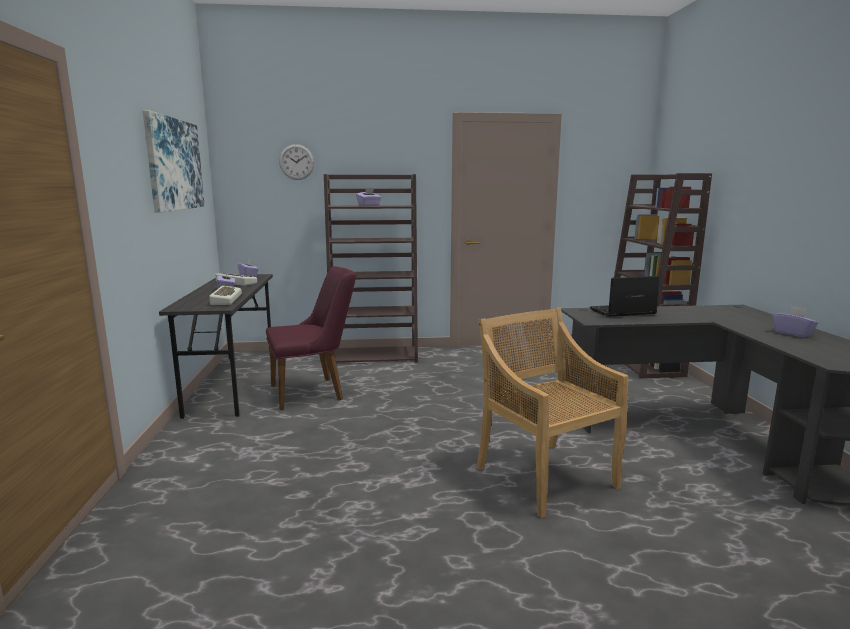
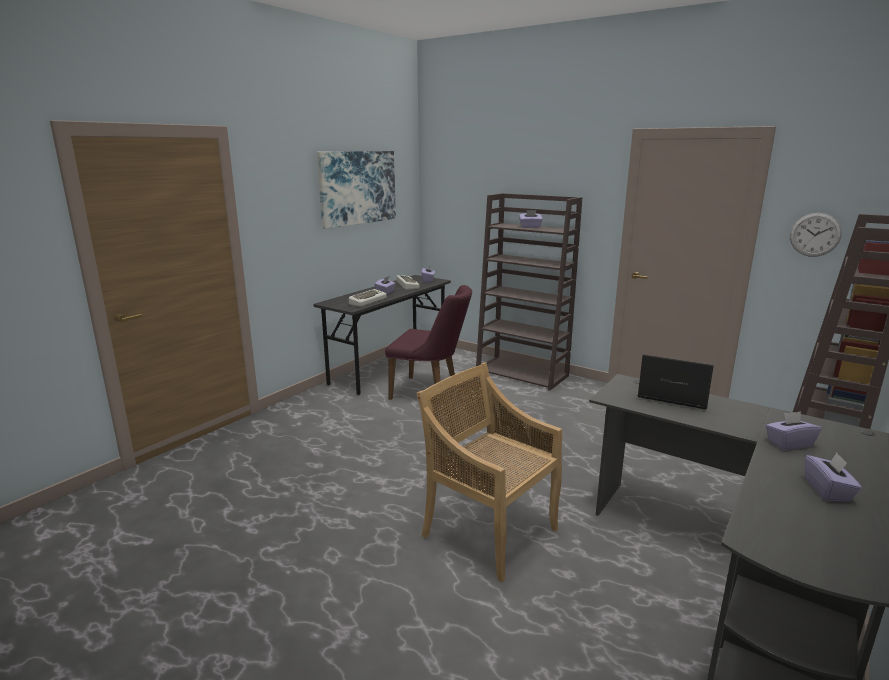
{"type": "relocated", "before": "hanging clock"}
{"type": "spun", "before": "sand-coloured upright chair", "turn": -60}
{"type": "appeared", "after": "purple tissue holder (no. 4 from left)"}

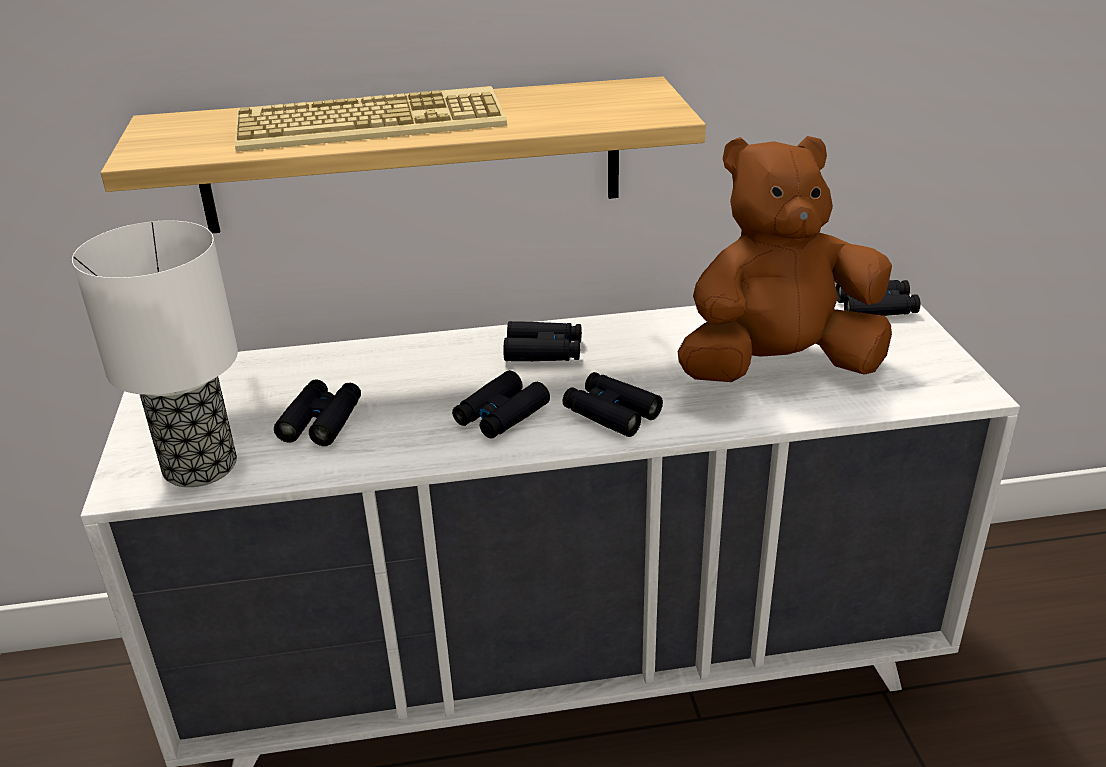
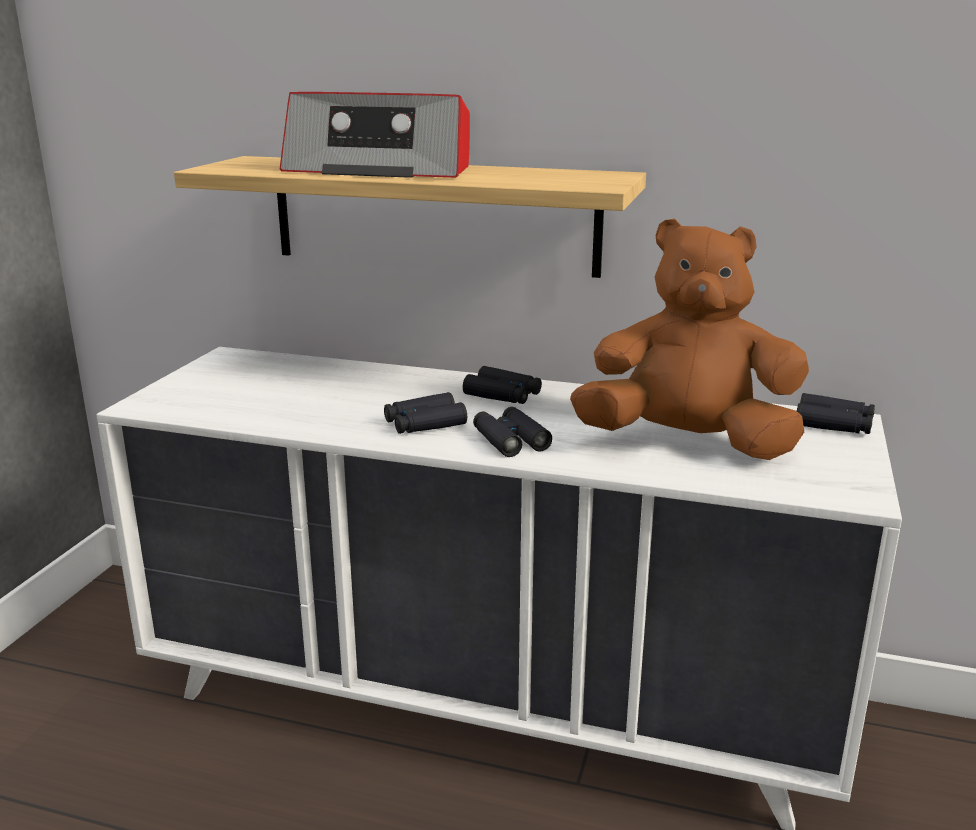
{"type": "exchanged", "before": "keyboard", "after": "radio receiver"}
{"type": "missing", "before": "tabletop lamp"}
{"type": "missing", "before": "blackish field glasses (no. 1 from left)"}

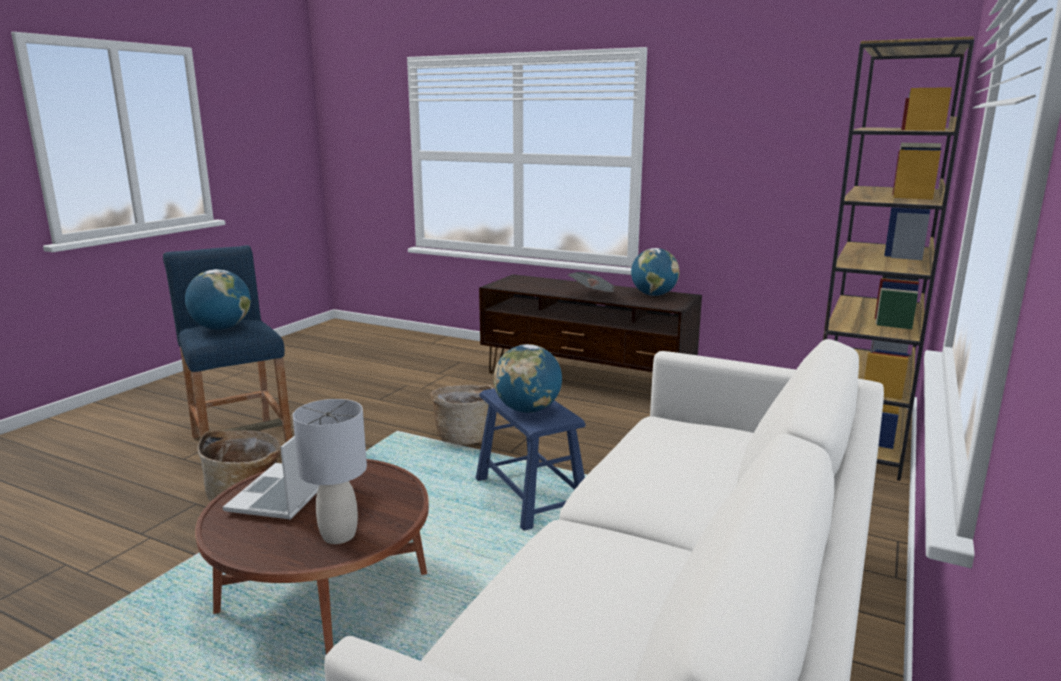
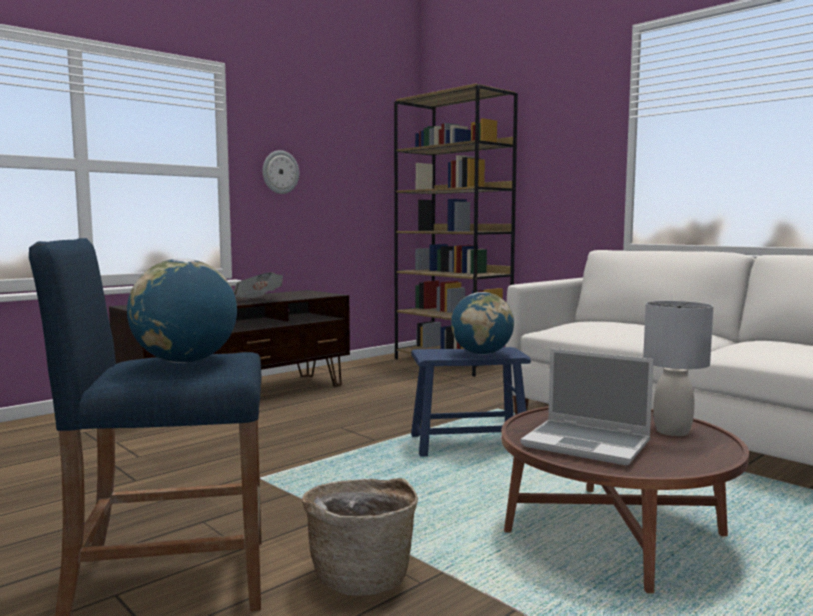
{"type": "missing", "before": "desk globe (no. 3 from left)"}
{"type": "missing", "before": "basket (no. 2 from left)"}
{"type": "appeared", "after": "hanging clock"}

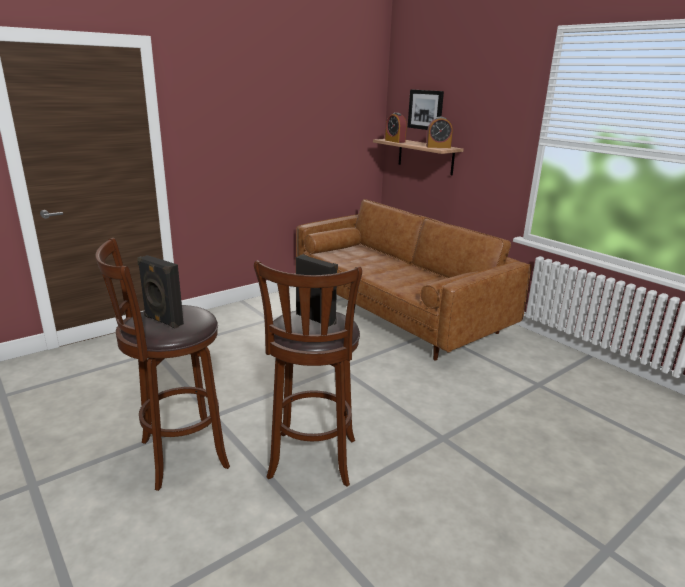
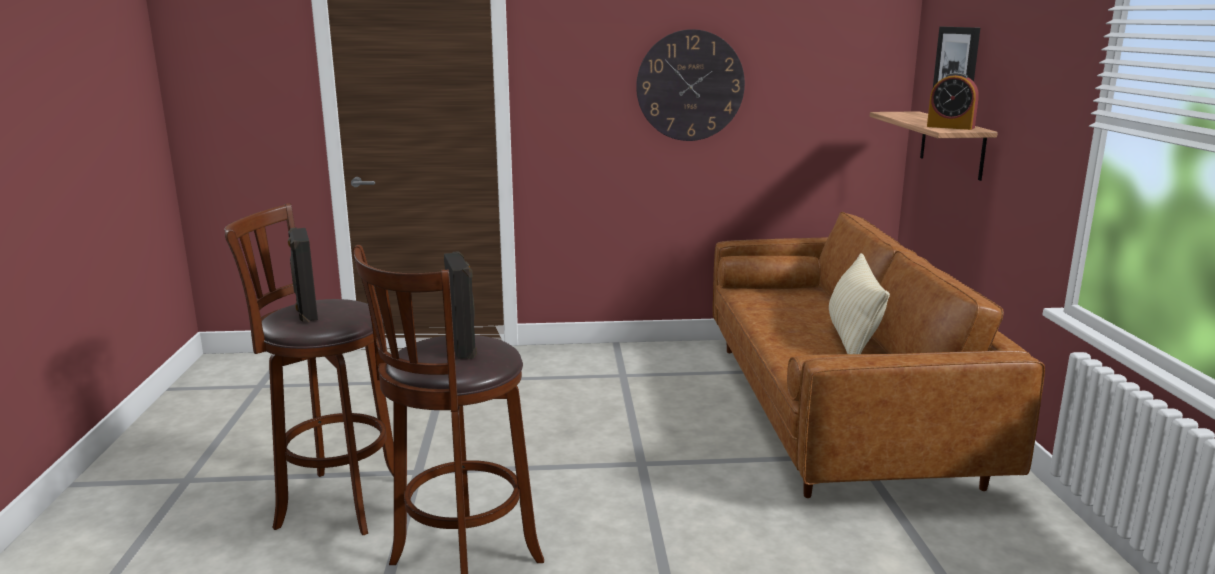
{"type": "missing", "before": "bedside clock (no. 1 from left)"}
{"type": "appeared", "after": "hanging clock"}
{"type": "appeared", "after": "sand-coloured throw pillow"}

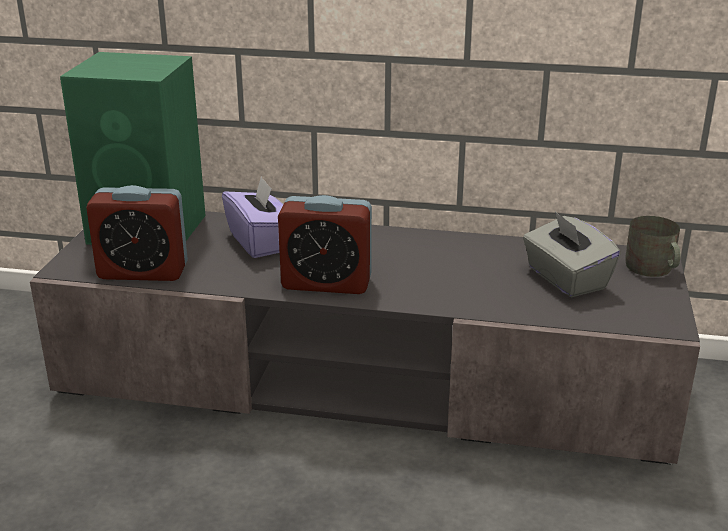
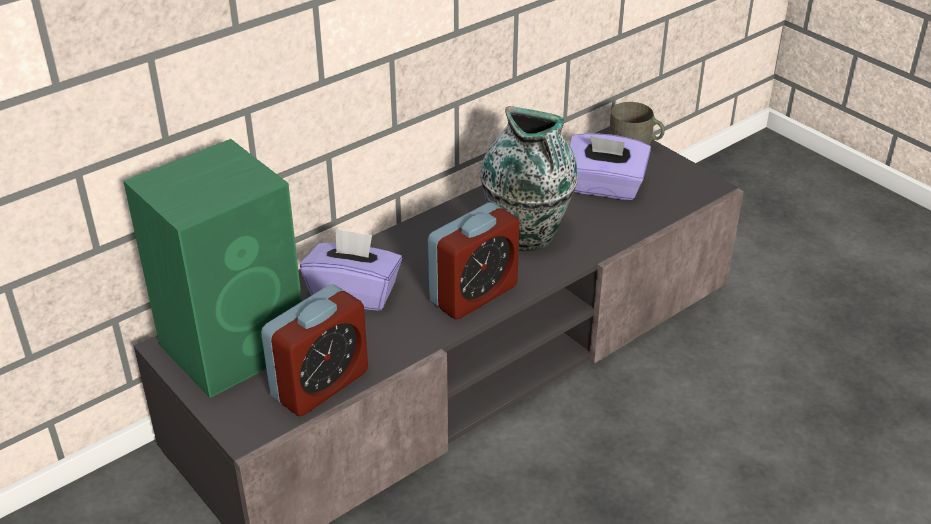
{"type": "colour", "before": "grey tissue holder", "after": "purple tissue holder (no. 2 from left)"}
{"type": "appeared", "after": "decorative vase"}

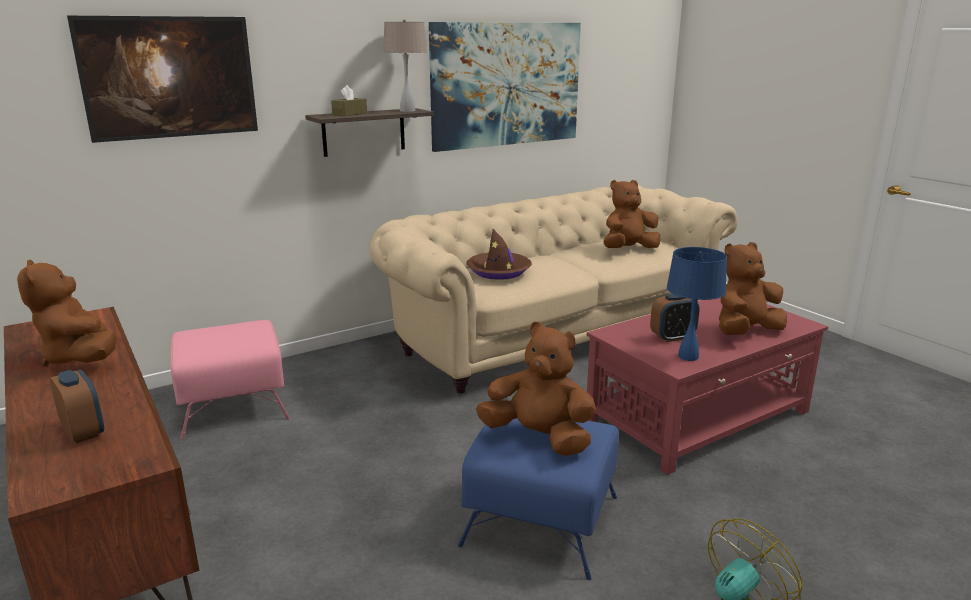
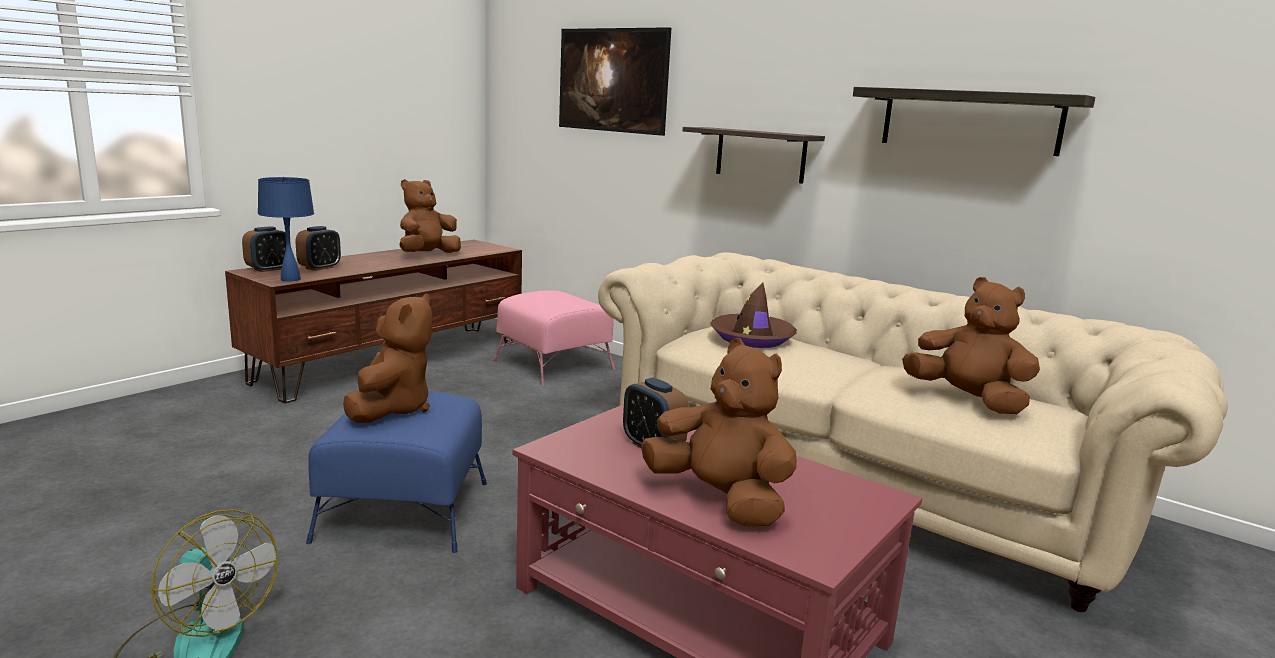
{"type": "missing", "before": "sand-coloured tabletop lamp"}
{"type": "exchanged", "before": "wall art (no. 2 from left)", "after": "shelf (no. 2 from left)"}
{"type": "missing", "before": "brown tissue holder"}
{"type": "relocated", "before": "bluish tabletop lamp"}
{"type": "appeared", "after": "bedside clock (no. 1 from left)"}

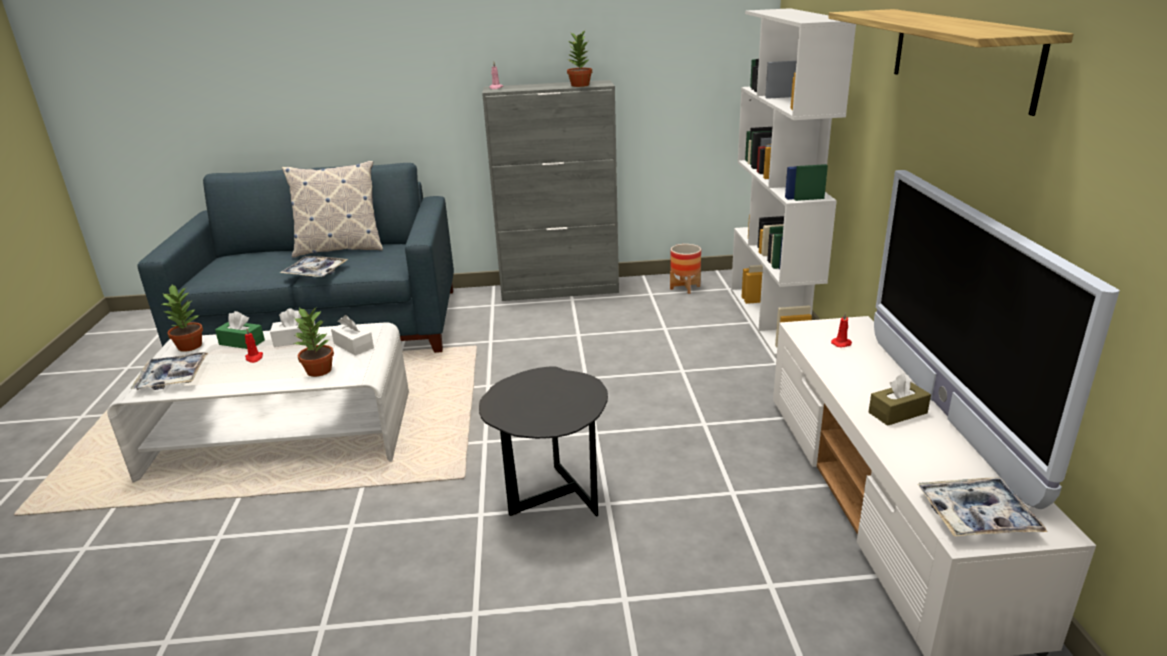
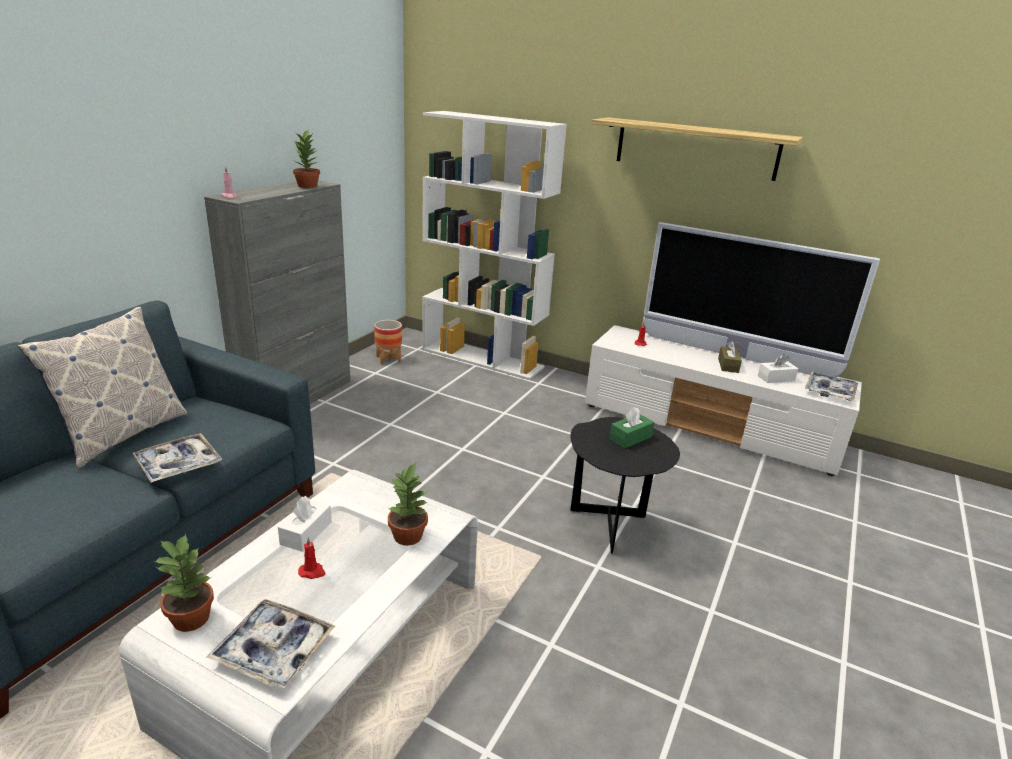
{"type": "relocated", "before": "green tissue holder"}
{"type": "relocated", "before": "white tissue holder (no. 2 from left)"}

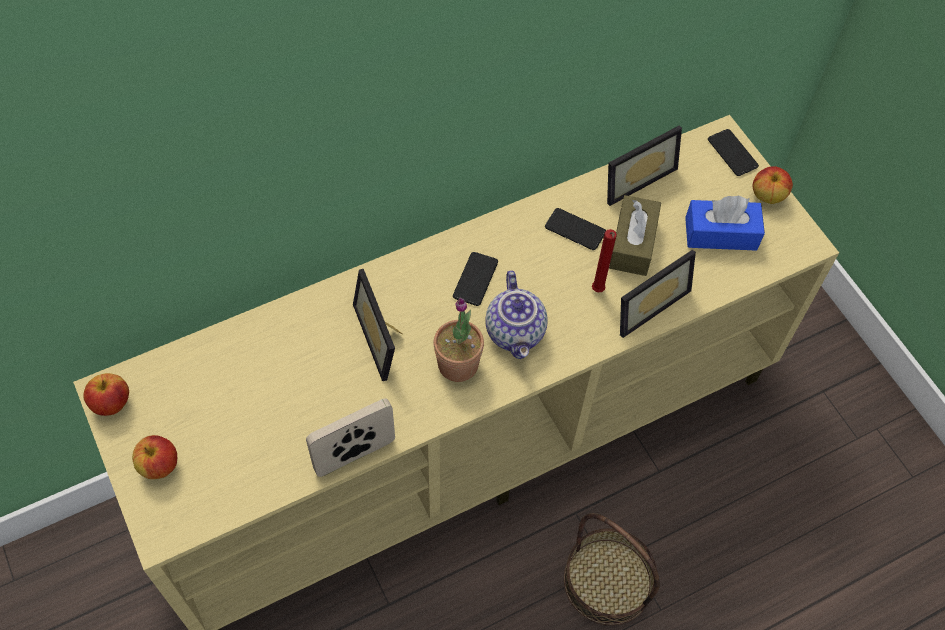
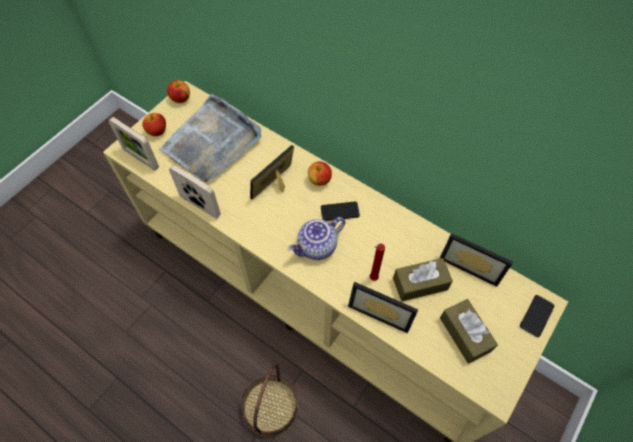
{"type": "relocated", "before": "apple fruit (no. 3 from left)"}
{"type": "colour", "before": "bluish tissue holder", "after": "brown tissue holder (no. 2 from left)"}
{"type": "missing", "before": "phone (no. 2 from left)"}
{"type": "missing", "before": "plant in a pot"}
{"type": "appeared", "after": "grey tray"}
{"type": "appeared", "after": "picture frame (no. 1 from left)"}

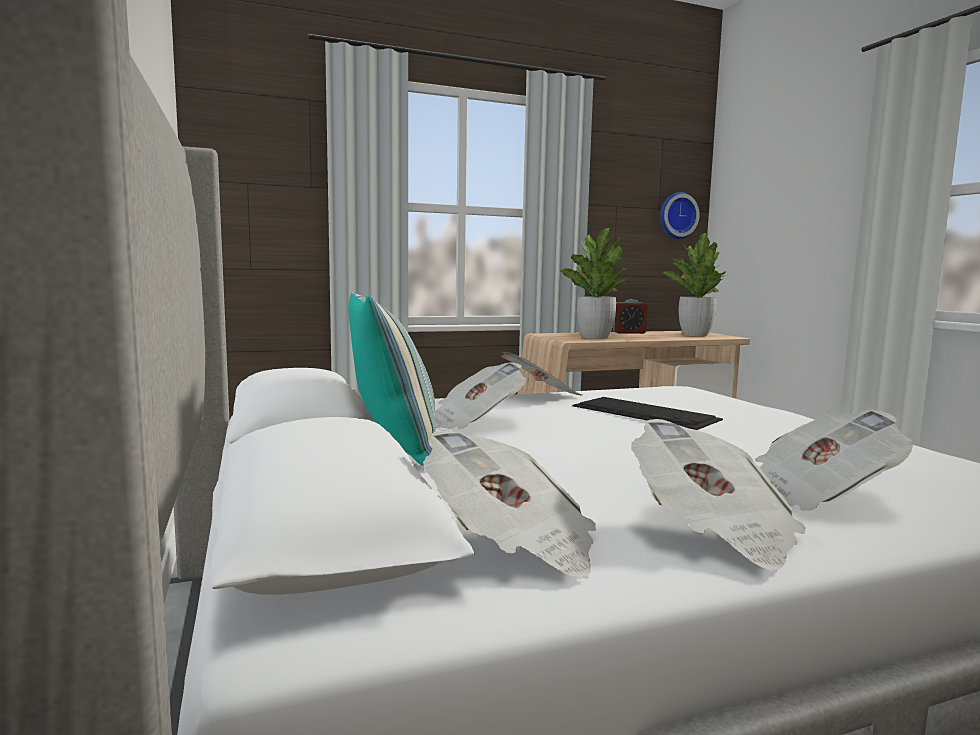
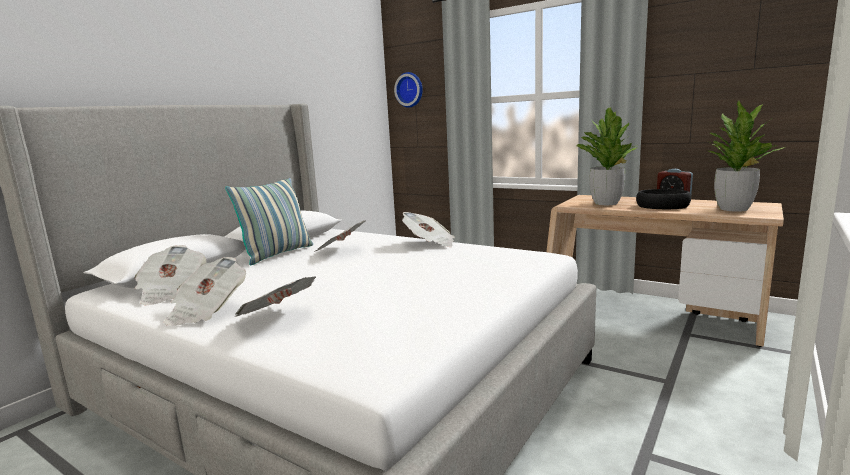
{"type": "relocated", "before": "hanging clock"}
{"type": "missing", "before": "keyboard"}
{"type": "appeared", "after": "blackish serving bowl"}

